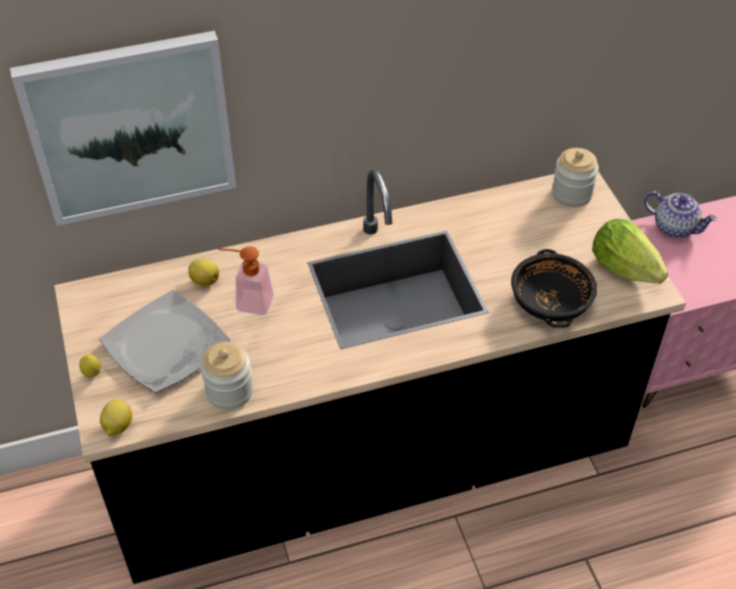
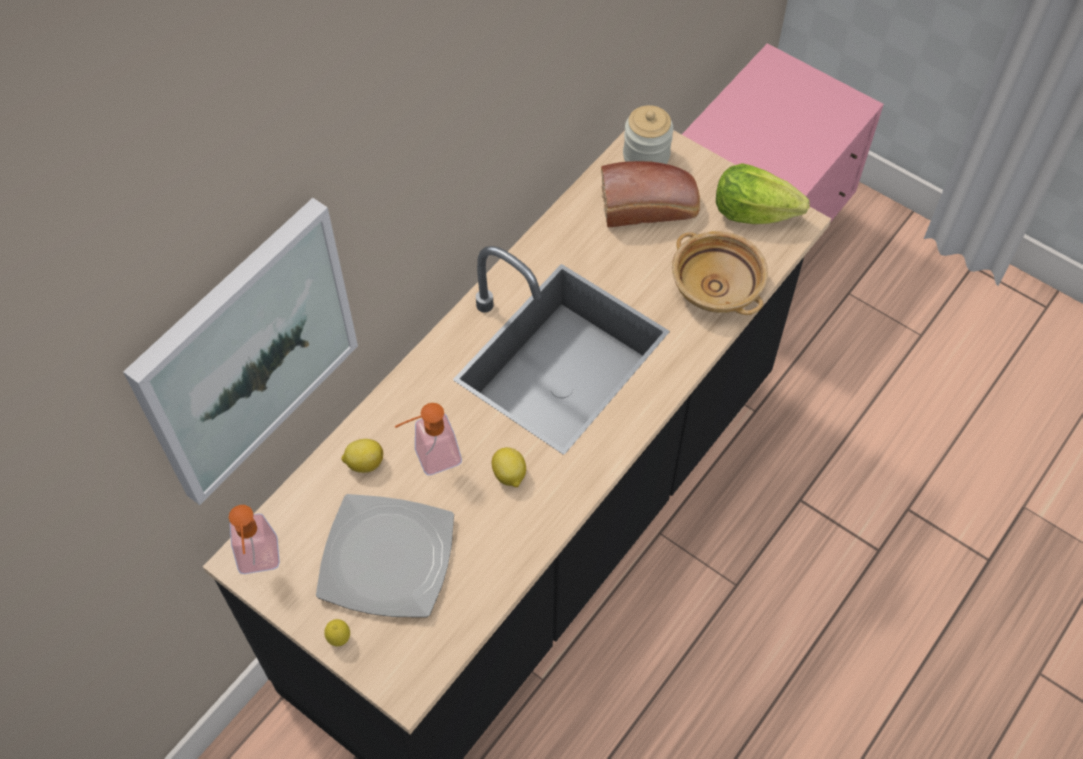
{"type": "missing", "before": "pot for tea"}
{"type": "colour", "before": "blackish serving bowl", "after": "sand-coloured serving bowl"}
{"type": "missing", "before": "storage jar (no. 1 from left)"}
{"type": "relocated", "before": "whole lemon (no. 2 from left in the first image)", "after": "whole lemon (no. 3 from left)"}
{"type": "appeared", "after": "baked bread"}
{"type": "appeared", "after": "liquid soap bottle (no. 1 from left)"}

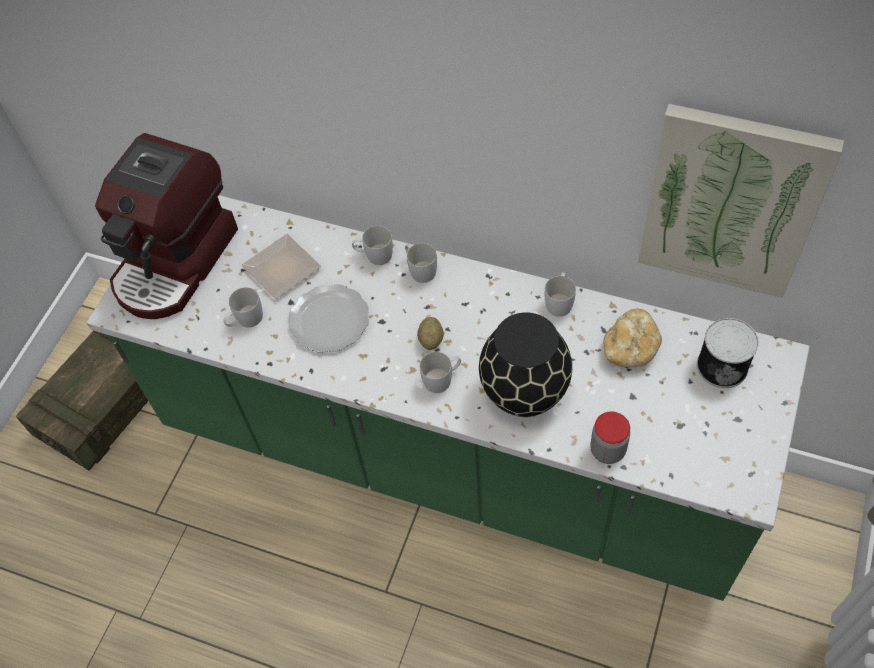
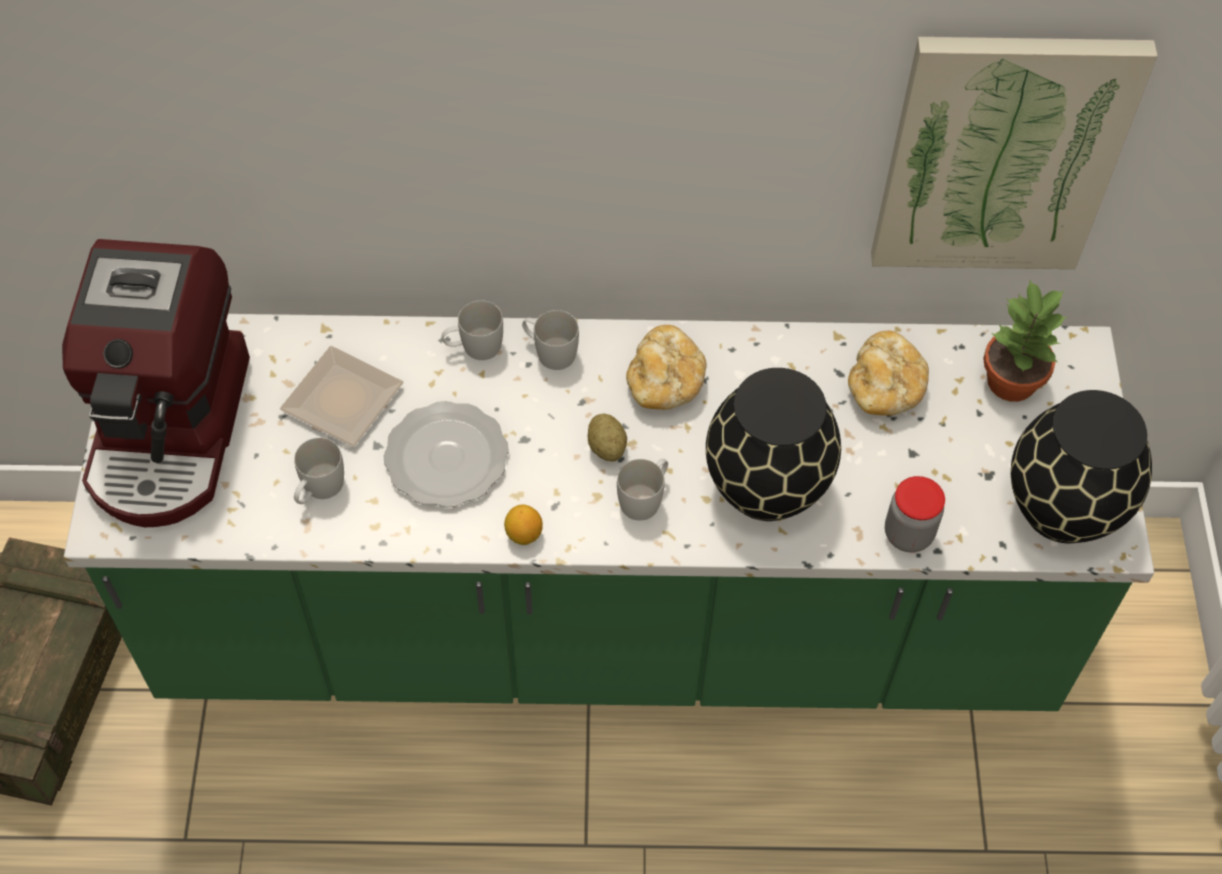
{"type": "missing", "before": "white tea mug (no. 5 from left)"}
{"type": "exchanged", "before": "sealed can", "after": "plant in a pot"}
{"type": "appeared", "after": "baked bread (no. 1 from left)"}
{"type": "appeared", "after": "blackish decorative vase (no. 2 from left)"}
{"type": "appeared", "after": "whole lemon"}

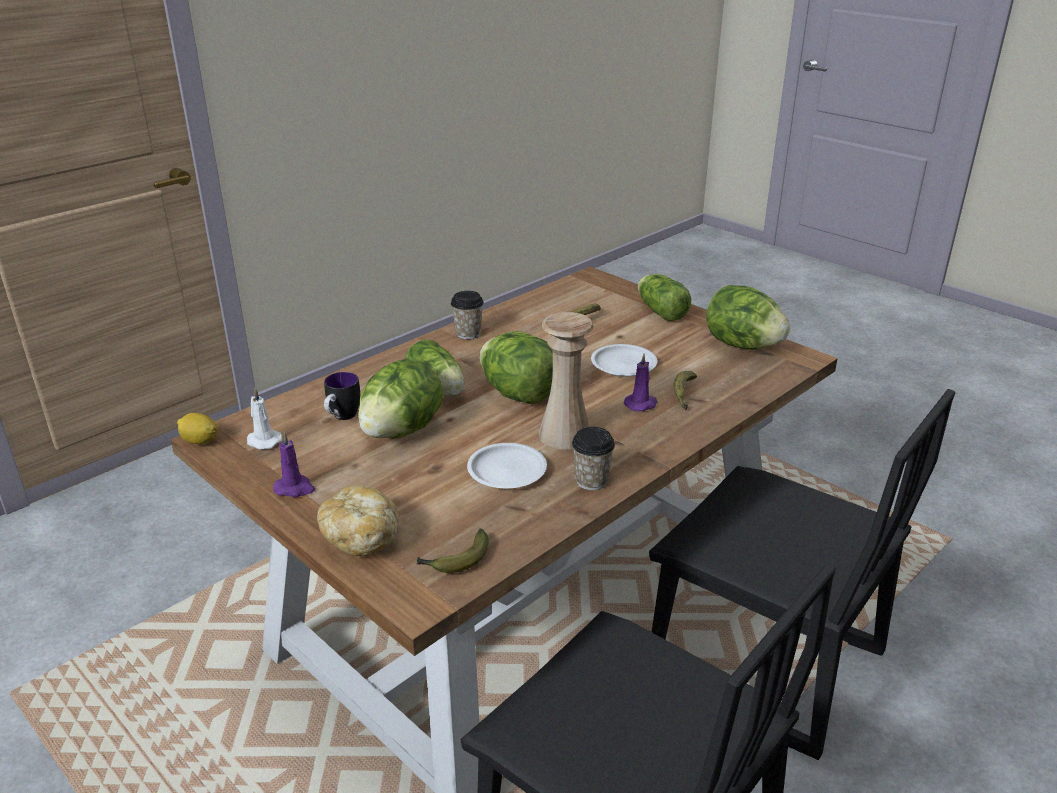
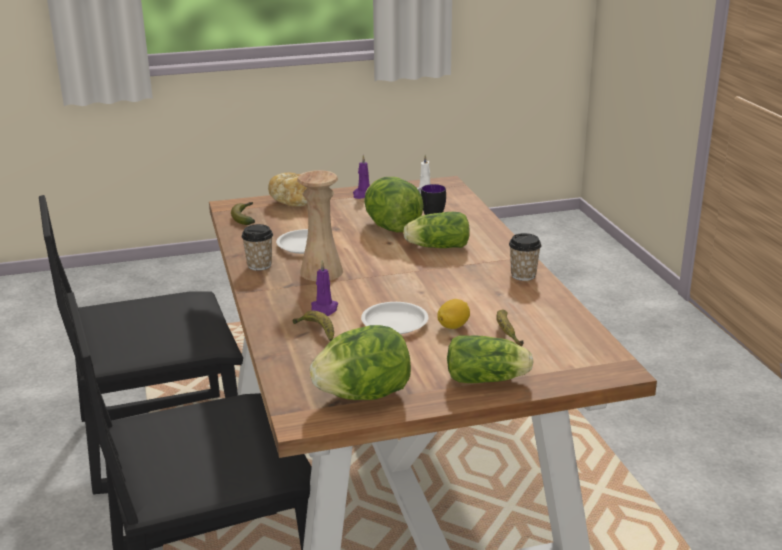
{"type": "missing", "before": "lettuce (no. 3 from left)"}
{"type": "relocated", "before": "whole lemon"}

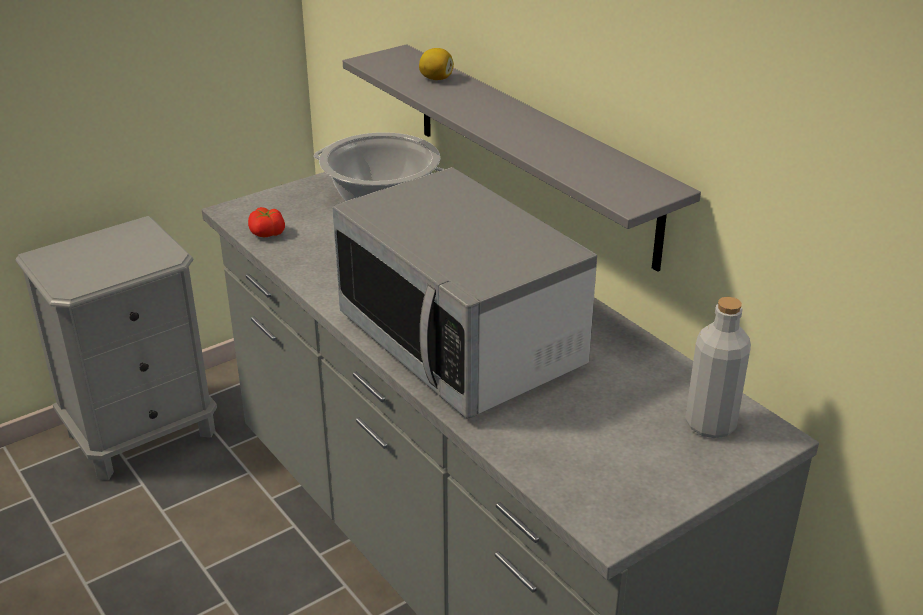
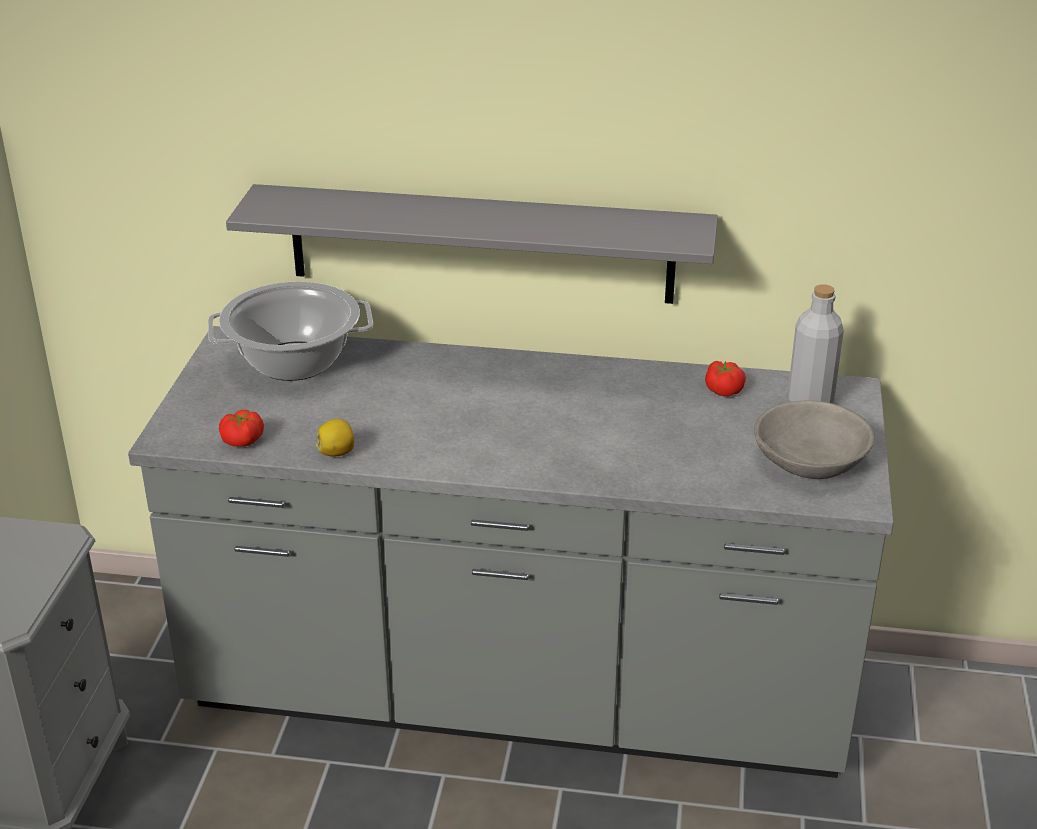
{"type": "relocated", "before": "whole lemon"}
{"type": "missing", "before": "microwave"}
{"type": "appeared", "after": "tomato (no. 2 from left)"}
{"type": "appeared", "after": "grey serving bowl"}

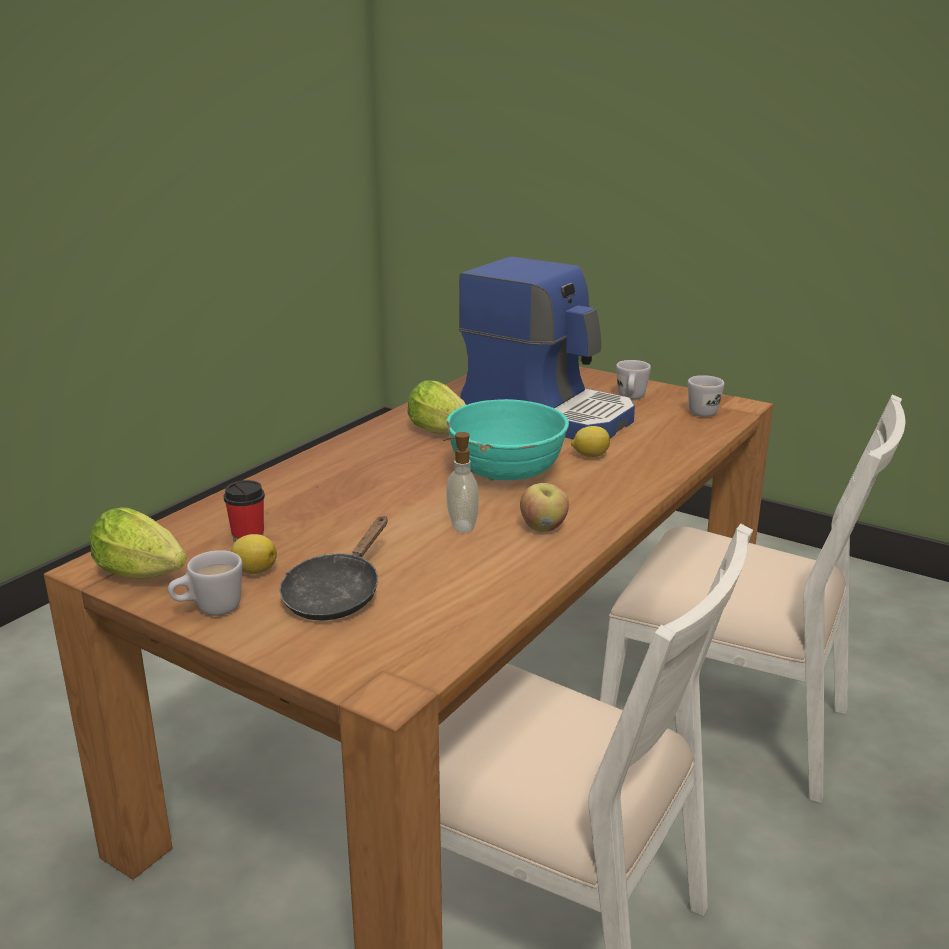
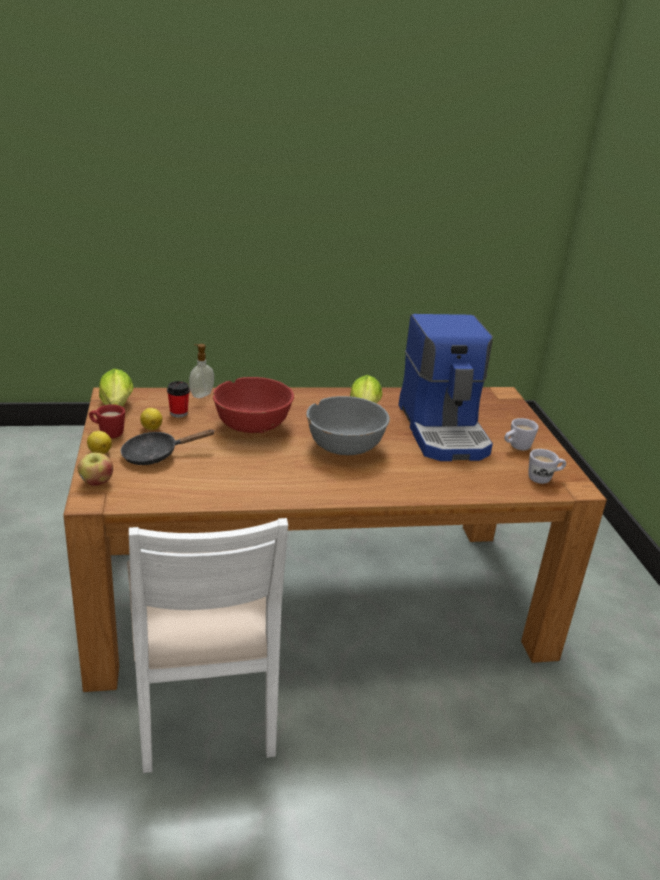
{"type": "missing", "before": "white upright chair (no. 2 from left)"}
{"type": "colour", "before": "turquoise serving bowl", "after": "grey serving bowl"}
{"type": "relocated", "before": "whole lemon (no. 2 from left in the first image)", "after": "whole lemon (no. 1 from left)"}
{"type": "relocated", "before": "liquid soap bottle"}
{"type": "relocated", "before": "apple fruit"}
{"type": "colour", "before": "white tea mug (no. 1 from left)", "after": "reddish tea mug"}
{"type": "appeared", "after": "reddish serving bowl"}

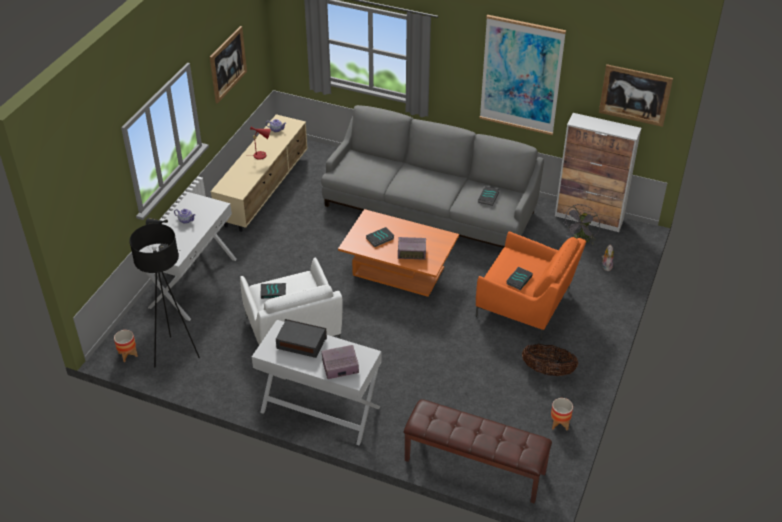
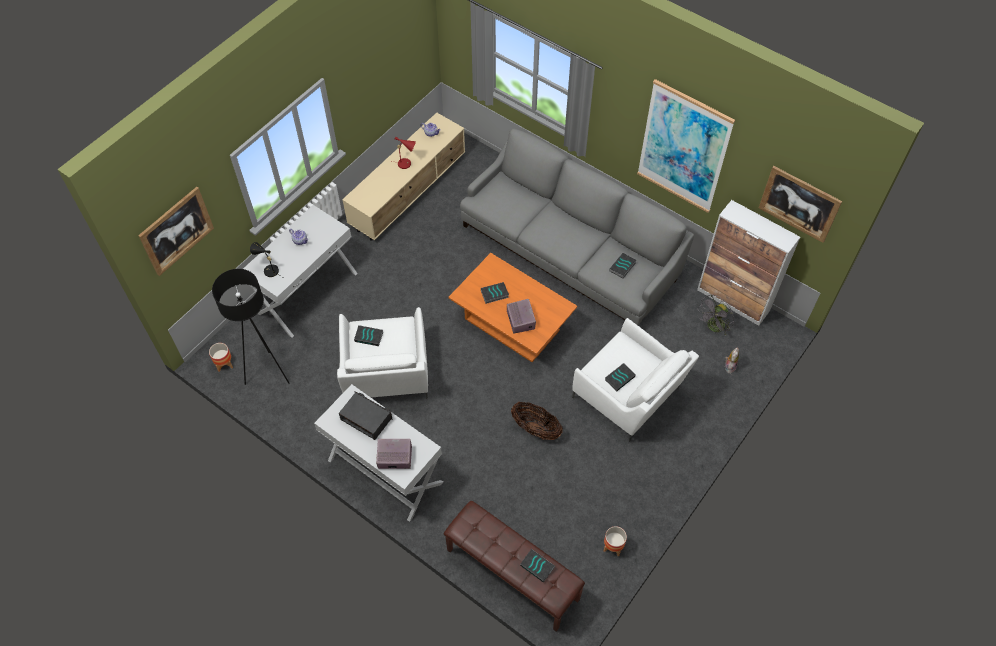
{"type": "relocated", "before": "wall art (no. 1 from left)"}
{"type": "colour", "before": "orange armchair", "after": "white armchair (no. 2 from left)"}
{"type": "spun", "before": "radio receiver (no. 3 from left)", "turn": -120}
{"type": "relocated", "before": "basket"}
{"type": "appeared", "after": "volume (no. 3 from left)"}

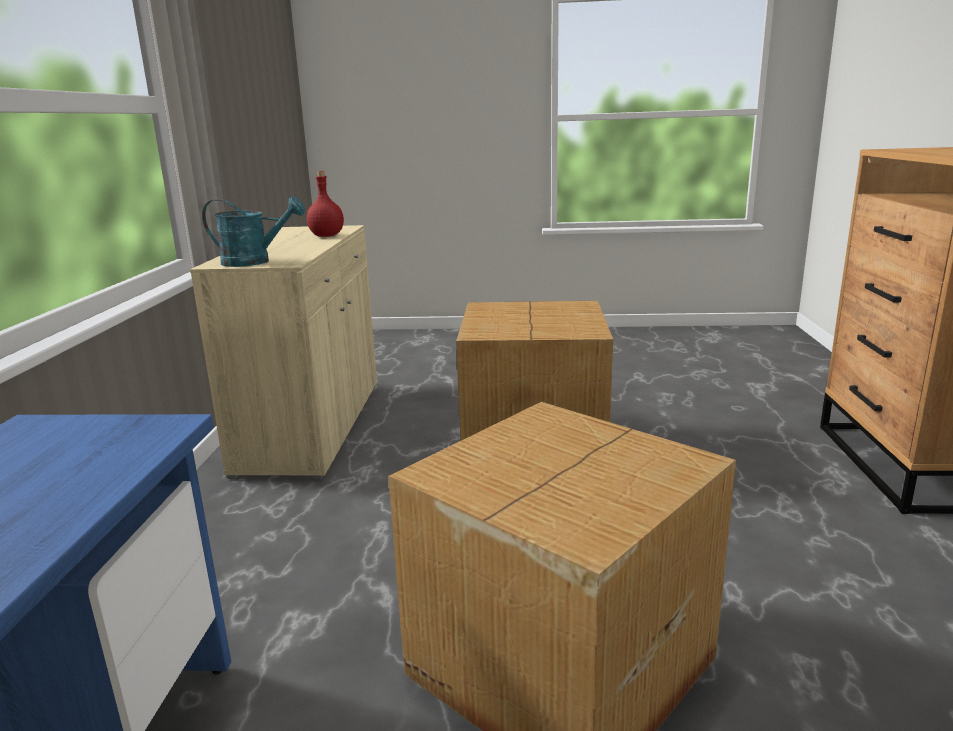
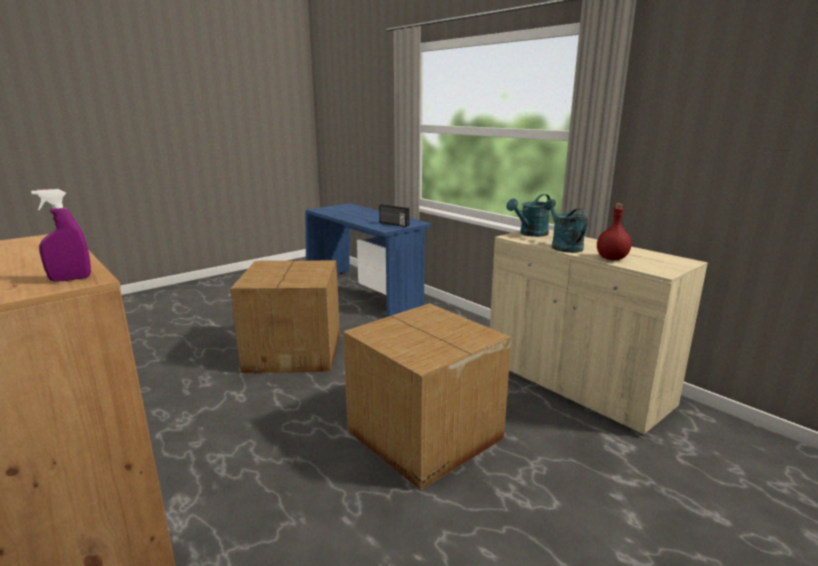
{"type": "appeared", "after": "purple hand sprayer"}
{"type": "appeared", "after": "turquoise watering pot (no. 2 from left)"}
{"type": "appeared", "after": "radio receiver"}

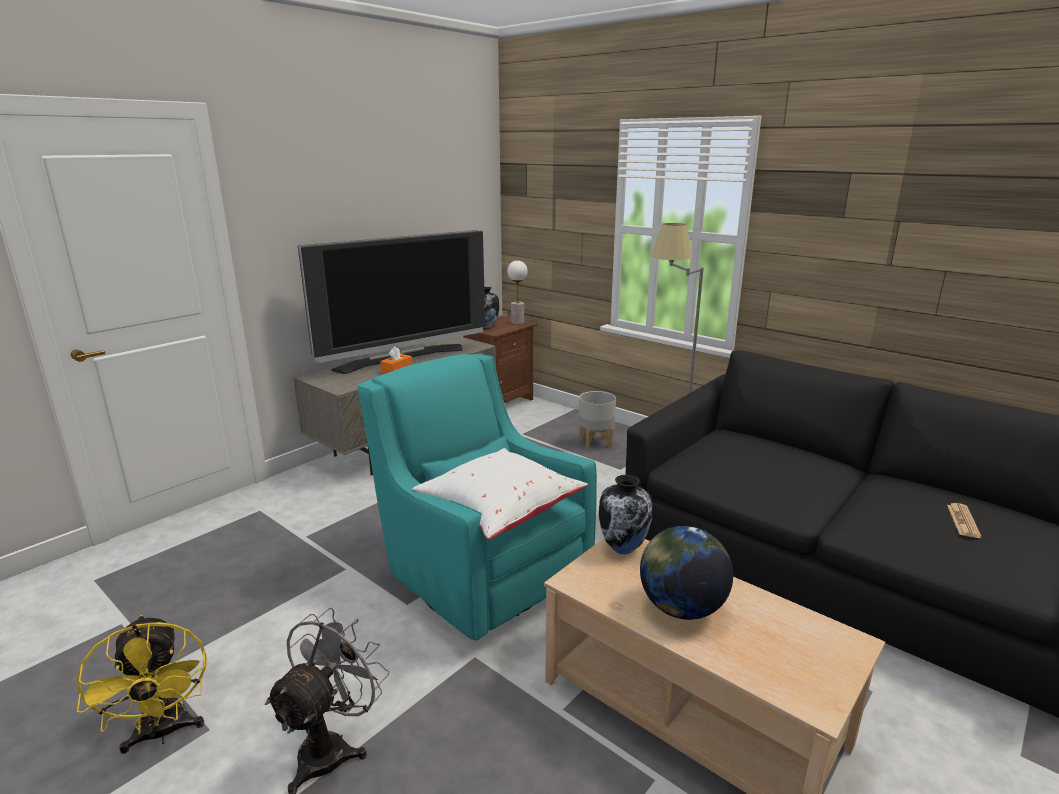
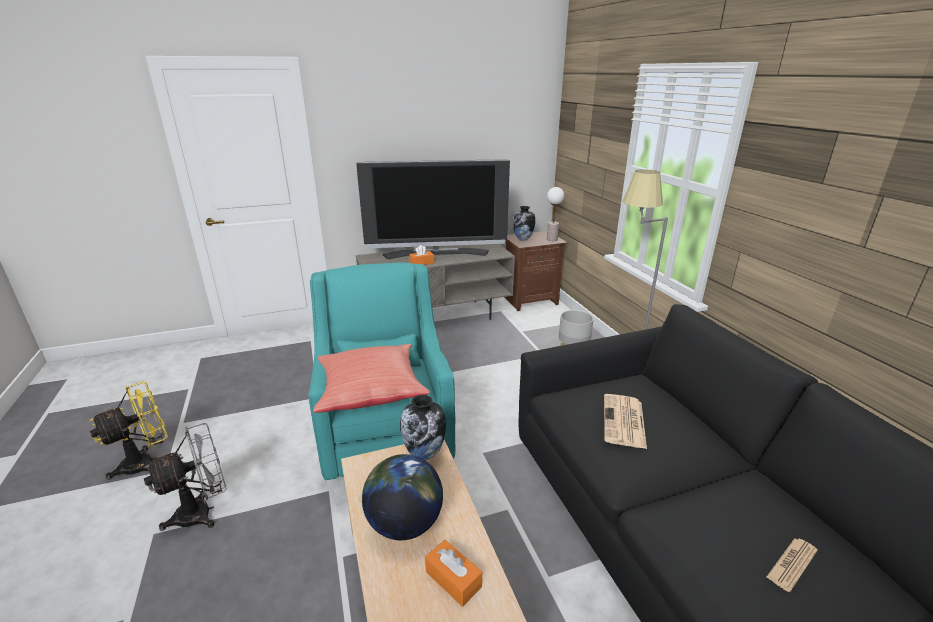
{"type": "colour", "before": "white throw pillow", "after": "reddish throw pillow"}
{"type": "spun", "before": "yellow-coloured electric fan", "turn": -135}
{"type": "appeared", "after": "printed paper (no. 1 from left)"}
{"type": "appeared", "after": "orange tissue holder (no. 2 from left)"}

